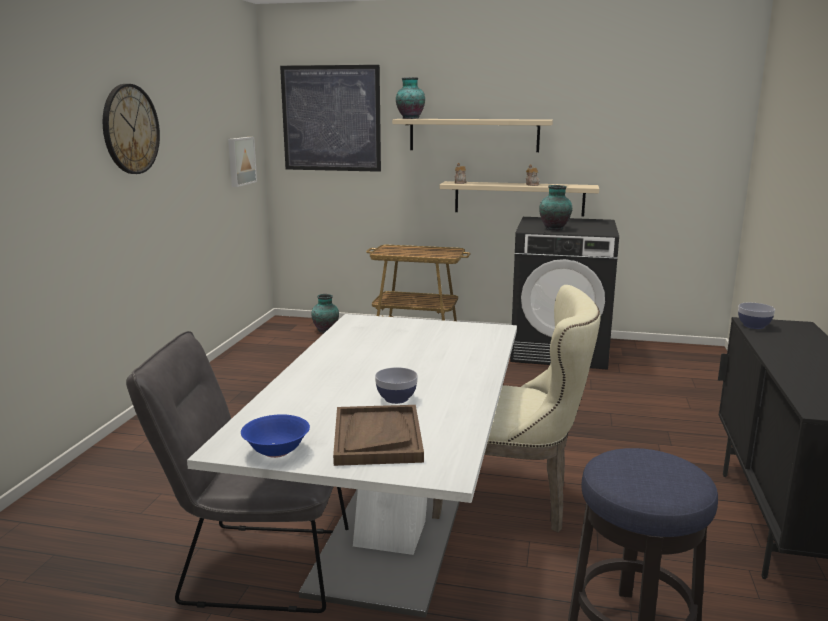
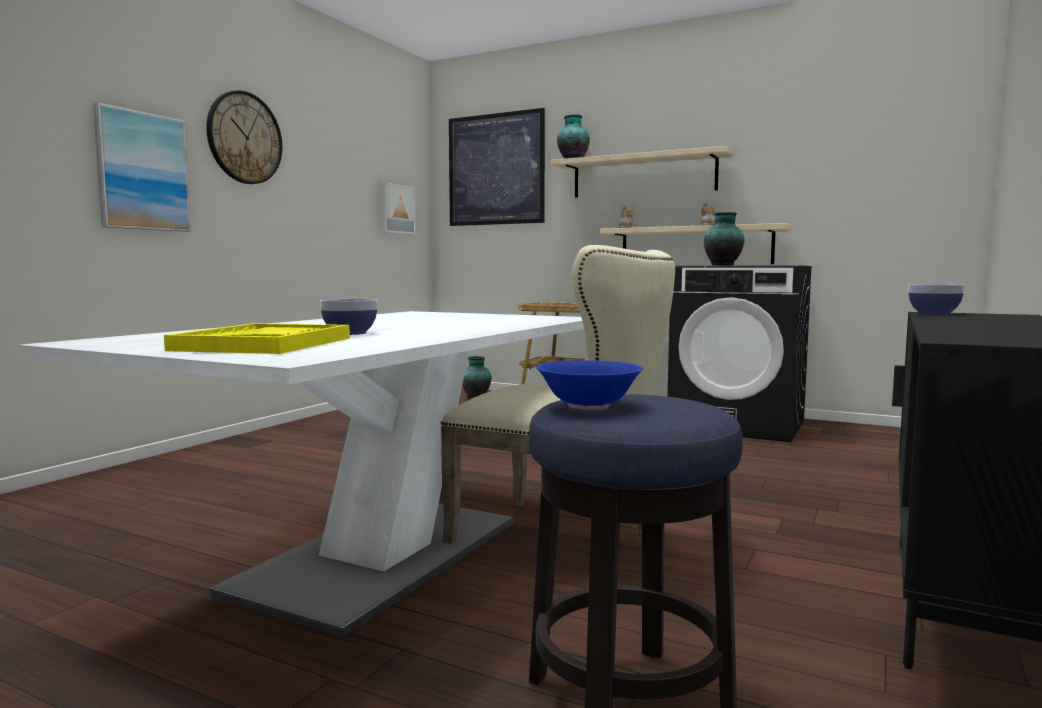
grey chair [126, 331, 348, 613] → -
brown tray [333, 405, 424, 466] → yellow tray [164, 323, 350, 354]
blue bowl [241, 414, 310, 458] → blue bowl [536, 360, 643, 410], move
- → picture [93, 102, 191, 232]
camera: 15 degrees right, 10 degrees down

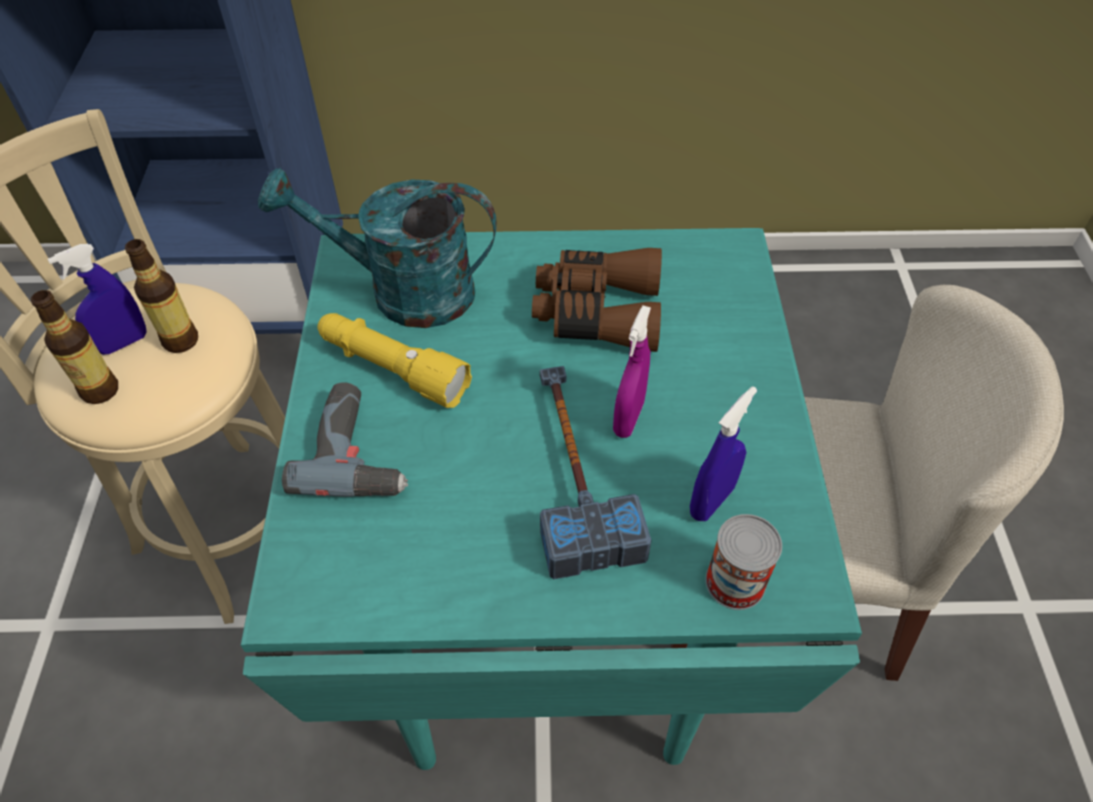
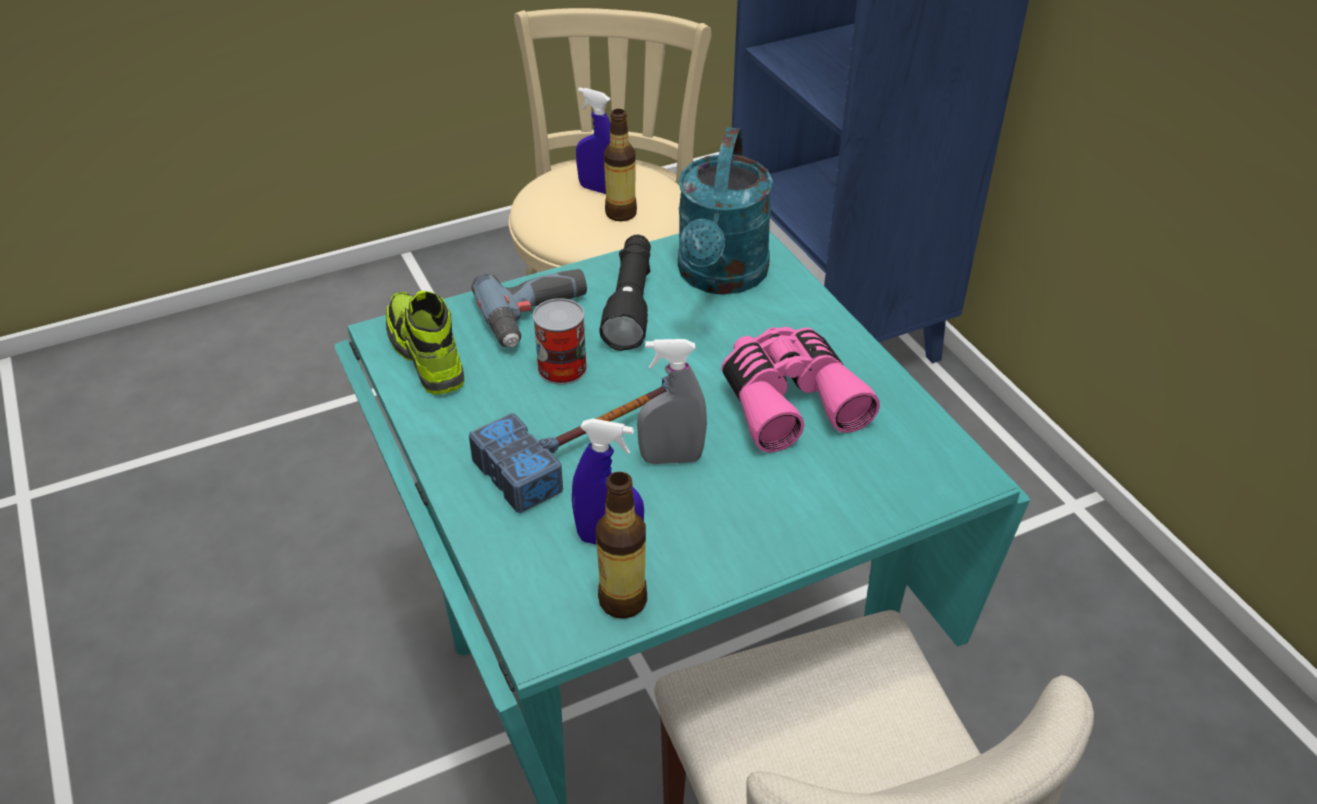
turquoise watering can [258, 168, 497, 328] → turquoise watering can [678, 127, 773, 295], 150 degrees counterclockwise
brown binoculars [532, 248, 662, 352] → pink binoculars [721, 327, 880, 453]
bottle [30, 290, 118, 404] → bottle [595, 472, 647, 619], move
purple spray bottle [613, 305, 651, 438] → grey spray bottle [637, 339, 707, 464]
yellow flashlight [317, 313, 472, 408] → black flashlight [599, 235, 651, 351]
can [705, 514, 782, 610] → can [533, 298, 587, 385], move
- → shoe [386, 291, 465, 395]
camera: 65 degrees right, 10 degrees down

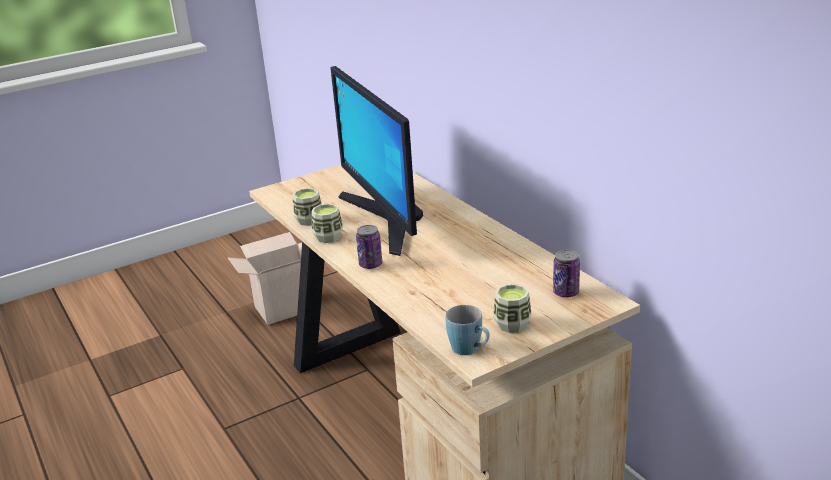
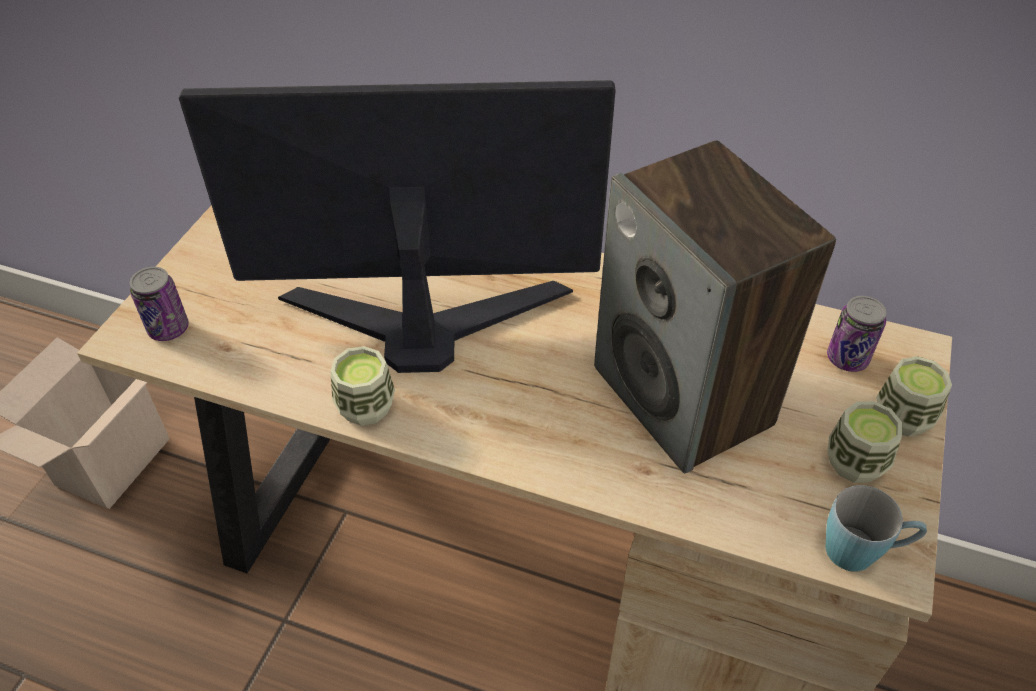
monitor [331, 66, 423, 256] → monitor [179, 80, 616, 373], 150 degrees clockwise
cup [293, 188, 322, 226] → cup [876, 356, 952, 437], move
can [356, 225, 382, 269] → can [130, 267, 189, 341], move
- → speaker [594, 140, 836, 474]
camera: 40 degrees left, 20 degrees up

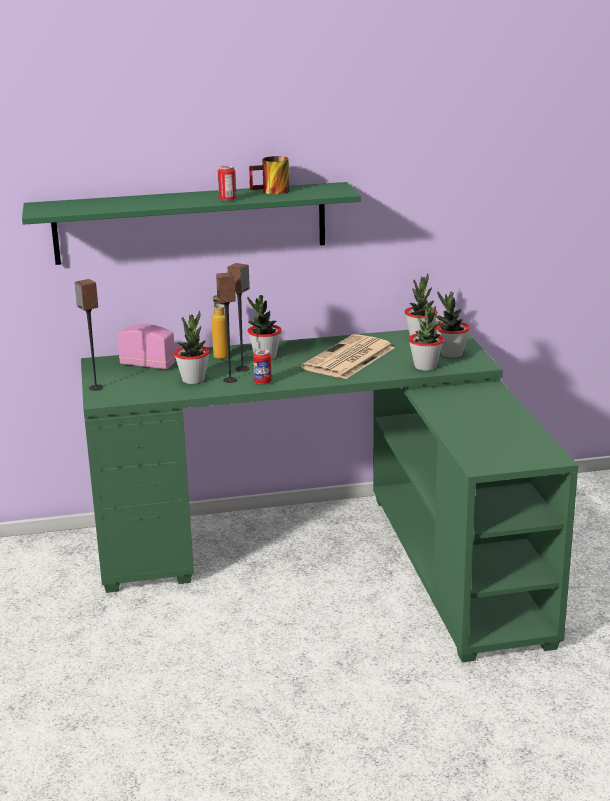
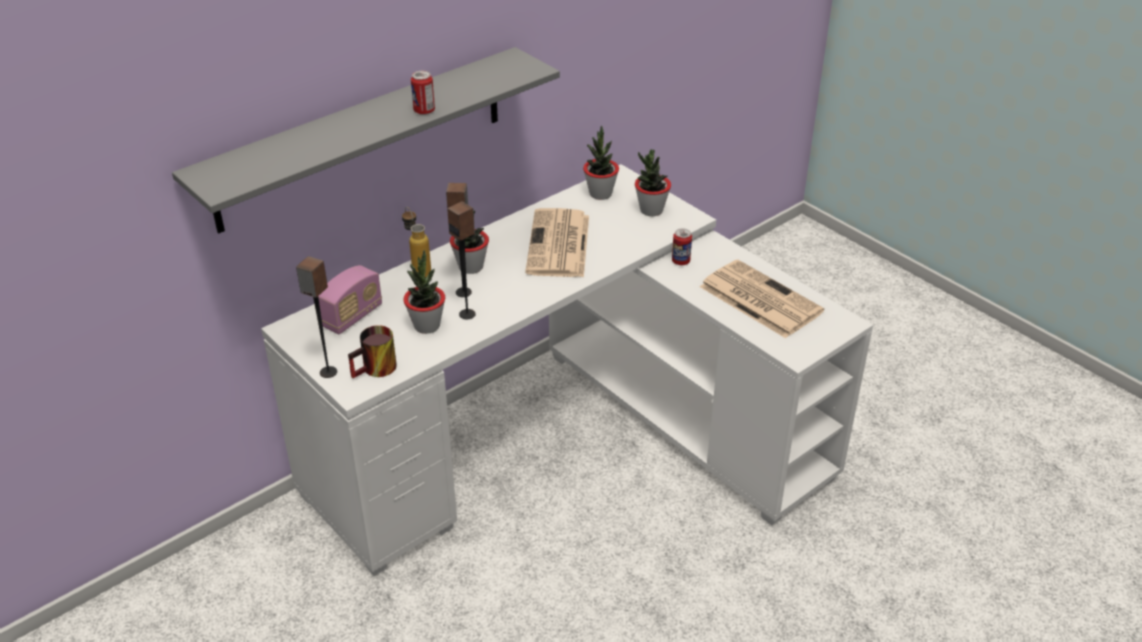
mug [249, 156, 289, 194] → mug [348, 325, 397, 378], move
green shelf [22, 182, 361, 265] → grey shelf [172, 47, 560, 233]
potted plant [409, 303, 444, 371] → -
radio [117, 324, 175, 369] → radio [318, 265, 382, 334], 135 degrees clockwise
green desk [81, 328, 578, 663] → white desk [261, 164, 873, 576]
can [253, 349, 272, 385] → can [672, 228, 692, 265], move
- → newspaper [700, 260, 824, 338]
camera: 30 degrees left, 15 degrees up

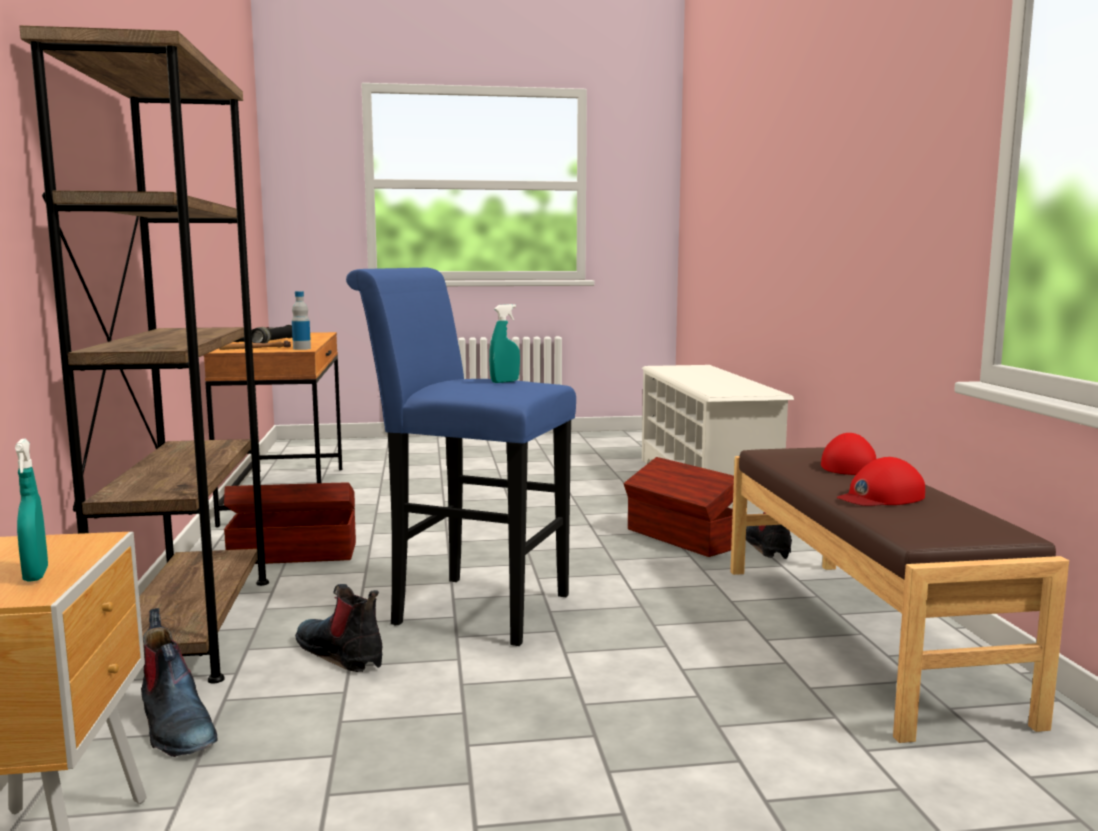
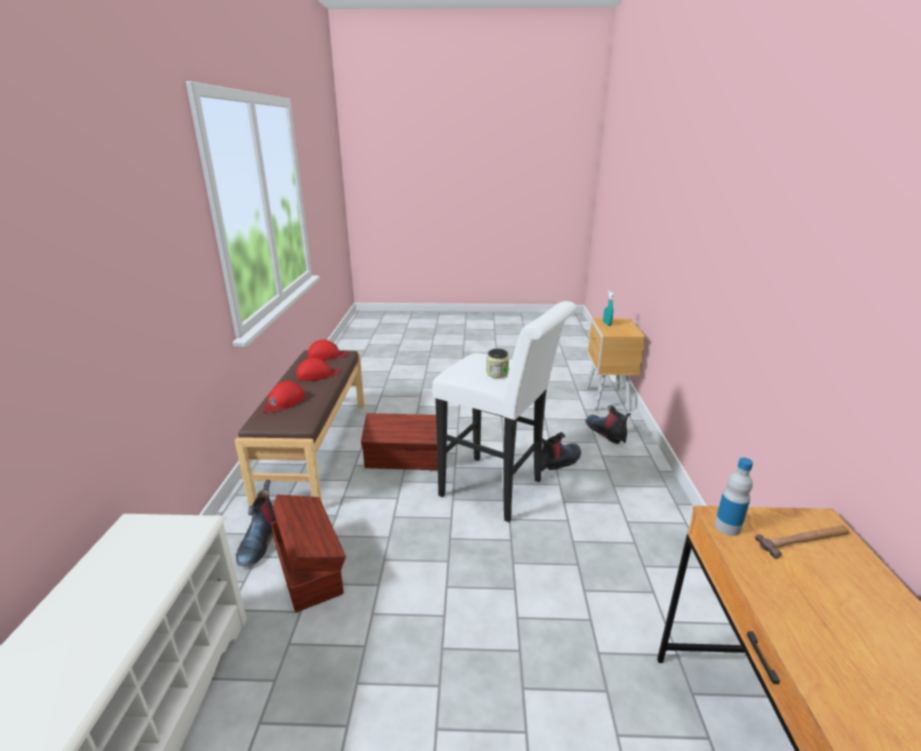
brown bookcase [19, 25, 269, 683] → -
blue stool [346, 268, 576, 646] → white stool [432, 301, 577, 522]
turquoise spray bottle [489, 304, 520, 383] → -
black flashlight [252, 325, 292, 343] → -
brown storage box [224, 483, 356, 564] → brown storage box [361, 413, 438, 470], move
boot [295, 584, 382, 672] → boot [541, 432, 581, 471], 90 degrees counterclockwise
- → red cap [308, 340, 349, 360]
- → jar [486, 349, 509, 378]
camera: 170 degrees left, 15 degrees up

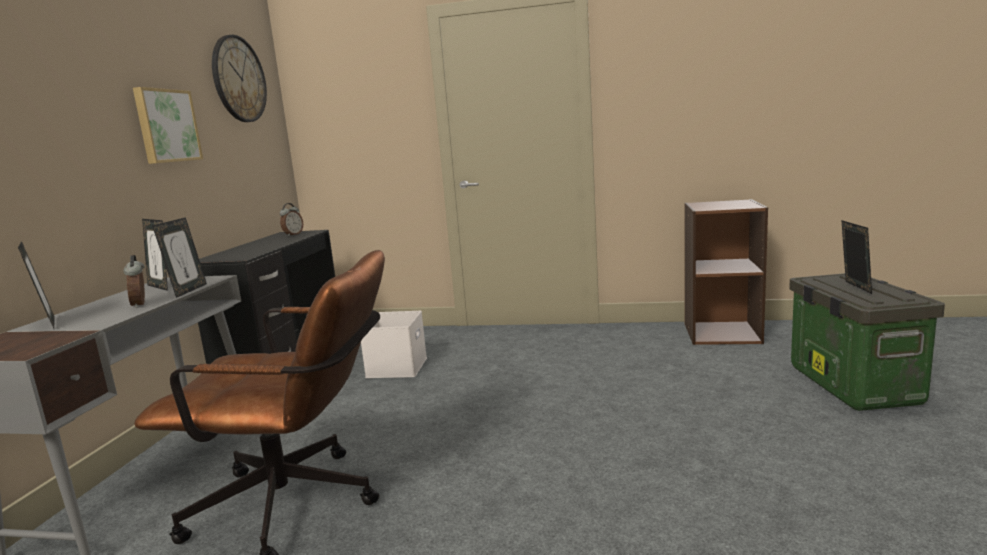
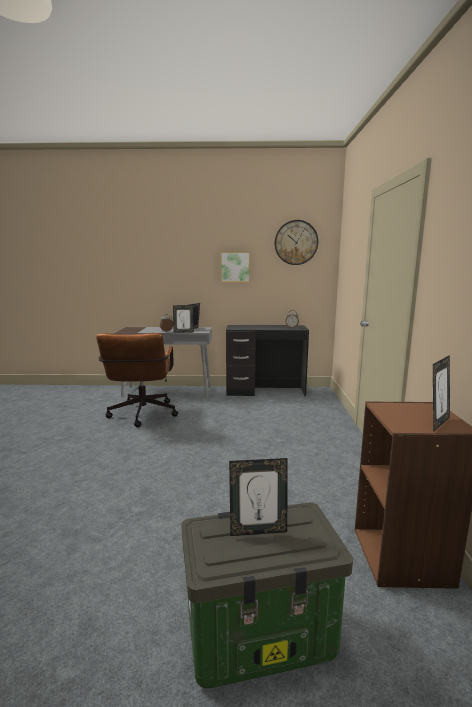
picture frame [18, 241, 55, 329] → picture frame [433, 355, 450, 432], move
white storage box [361, 311, 427, 378] → -
camera: 80 degrees right, 0 degrees up

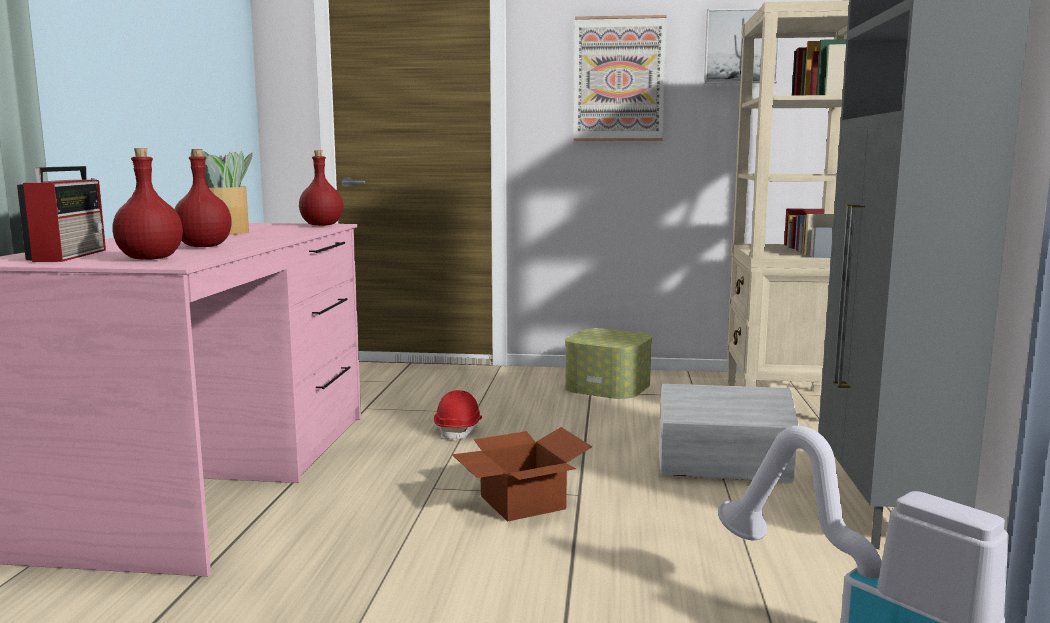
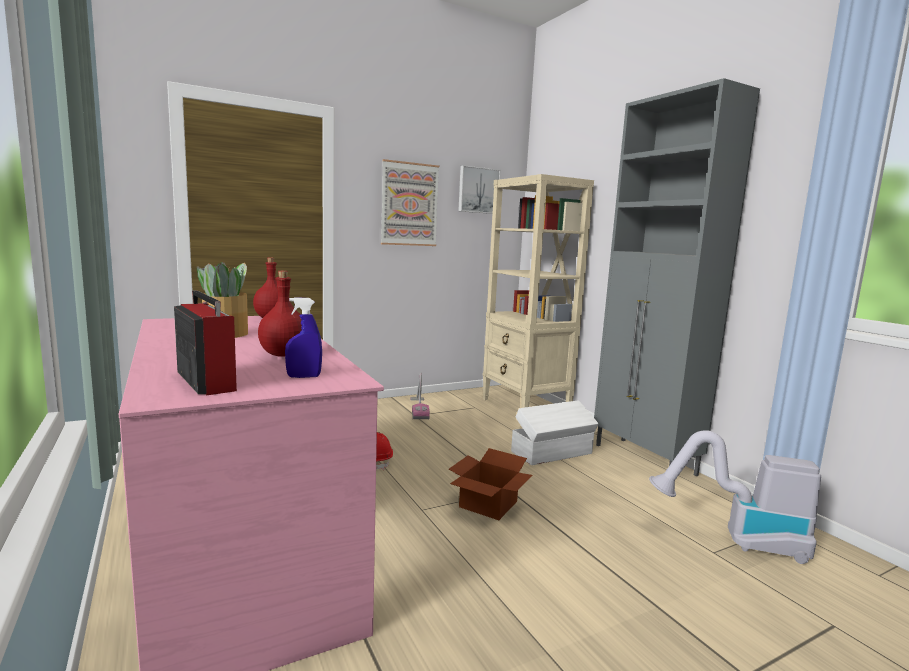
red bottle [112, 148, 183, 260] → blue spray bottle [285, 297, 322, 378]
storage box [565, 328, 653, 399] → vacuum cleaner [410, 372, 430, 419]
camera: 35 degrees left, 0 degrees up

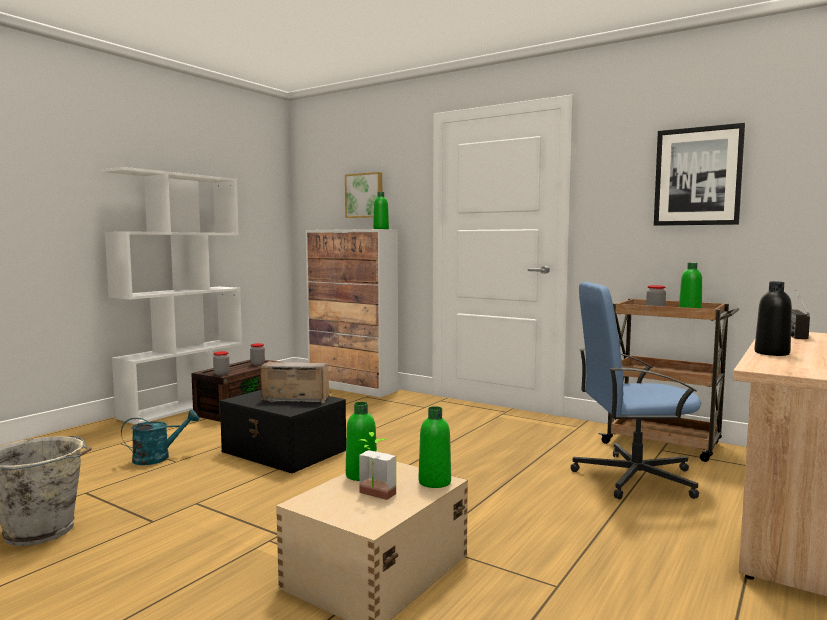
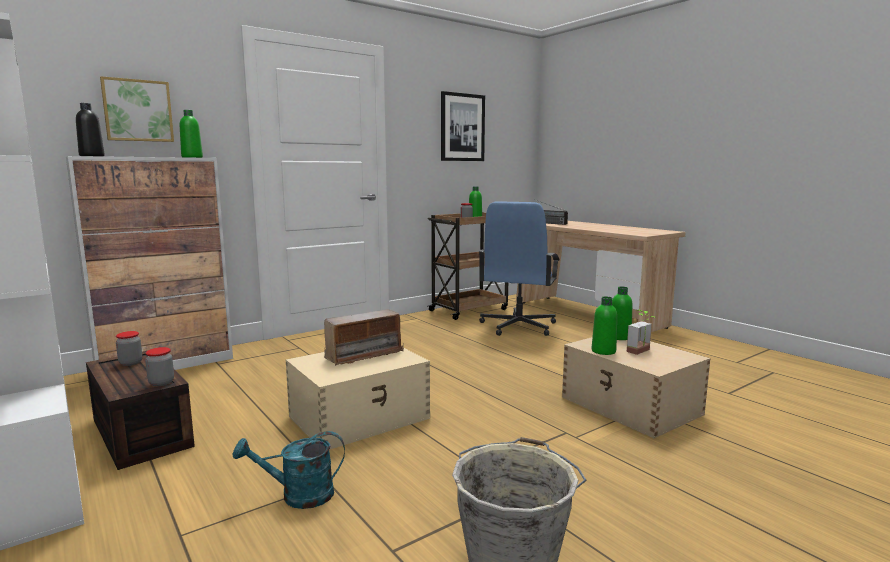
black bottle [754, 281, 792, 356] → black bottle [76, 103, 105, 156], move
radio [258, 361, 332, 404] → radio [324, 309, 404, 366], 150 degrees counterclockwise
black storage box [220, 390, 346, 473] → beige storage box [286, 348, 430, 450]
turquoise watering can [121, 409, 199, 465] → turquoise watering can [233, 431, 345, 509], 90 degrees counterclockwise
camera: 70 degrees left, 5 degrees up

